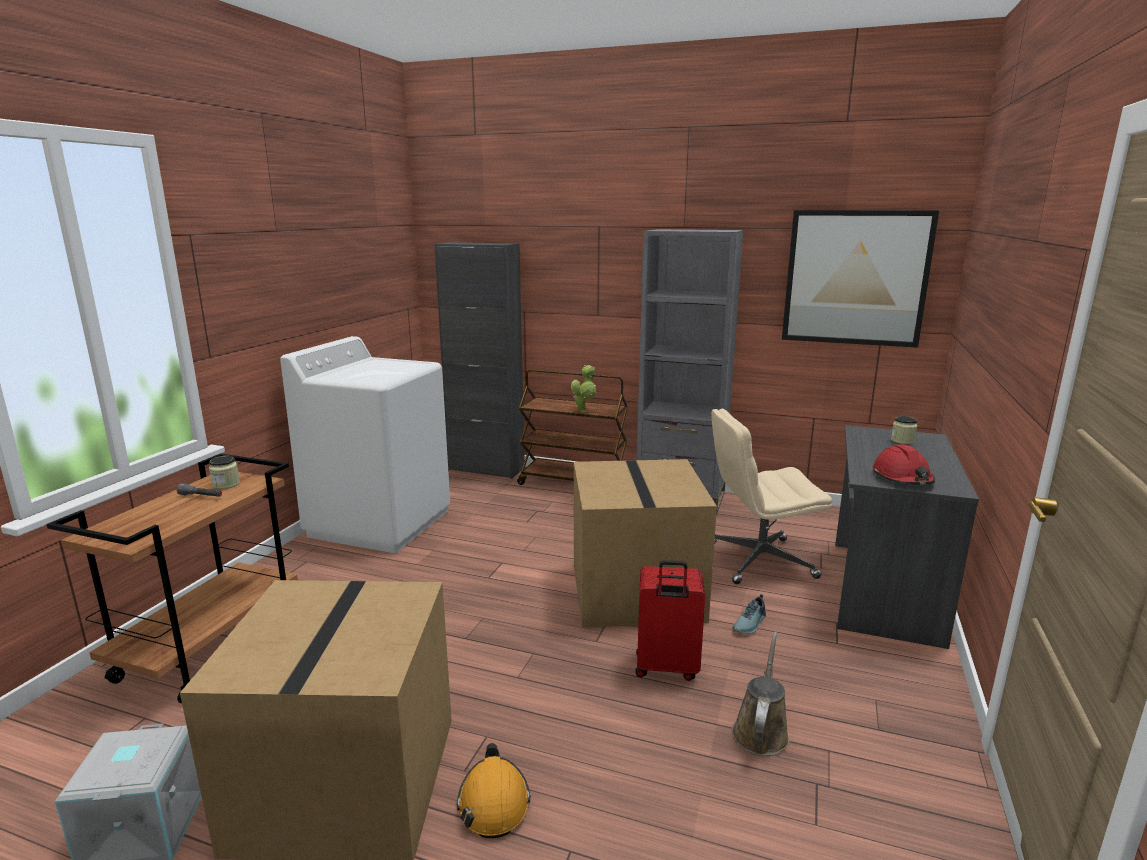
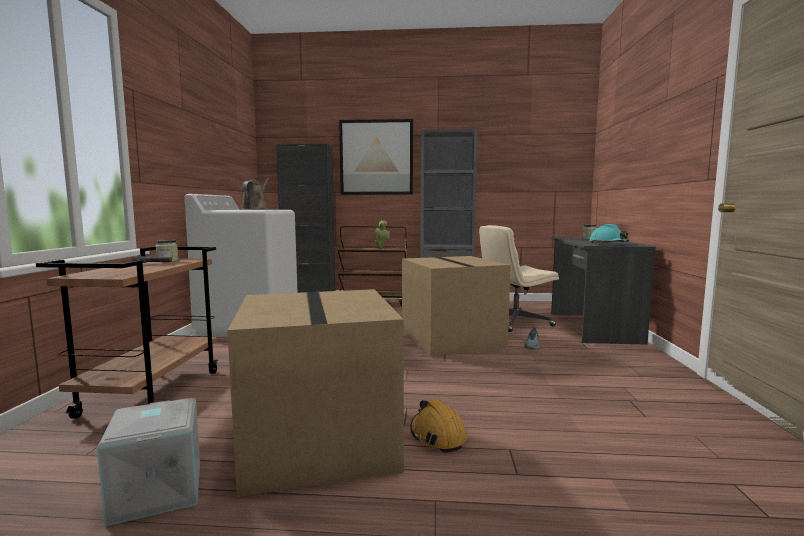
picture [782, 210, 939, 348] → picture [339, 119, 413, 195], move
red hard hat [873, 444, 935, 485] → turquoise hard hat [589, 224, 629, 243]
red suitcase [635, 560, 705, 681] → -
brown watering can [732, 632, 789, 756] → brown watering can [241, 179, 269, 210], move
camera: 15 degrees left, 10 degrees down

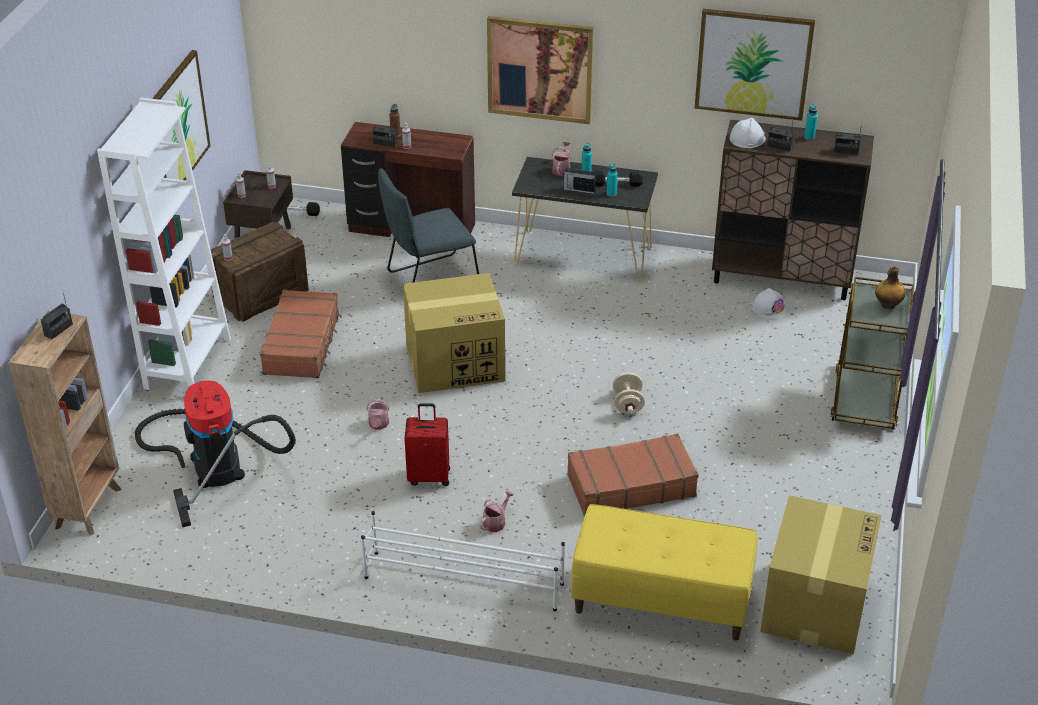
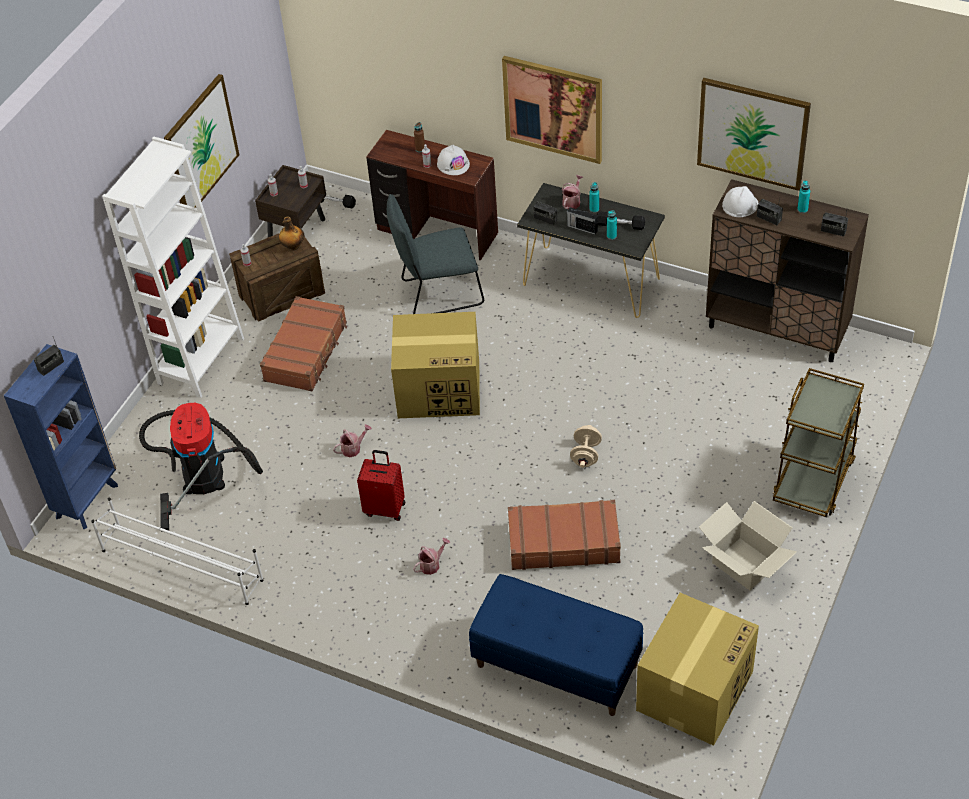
radio [372, 117, 397, 148] → radio [534, 201, 557, 225], move
bottle [875, 266, 905, 309] → bottle [279, 217, 304, 251], move
white hard hat [752, 288, 788, 320] → white hard hat [437, 145, 470, 175], move
brown bookcase [9, 311, 121, 536] → blue bookcase [4, 344, 118, 529]
watering can [366, 397, 389, 429] → watering can [333, 424, 372, 457], 135 degrees counterclockwise
yellow bench [571, 504, 758, 641] → blue bench [469, 574, 643, 716]
white shoe rack [361, 511, 565, 611] → white shoe rack [91, 497, 264, 605], move
- → cardboard box [699, 501, 797, 590]
camera: 15 degrees right, 10 degrees up

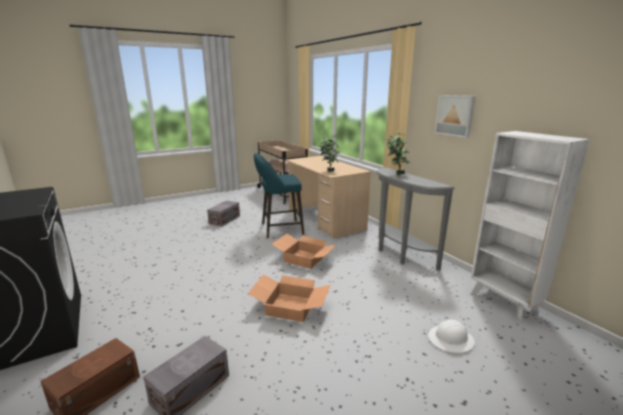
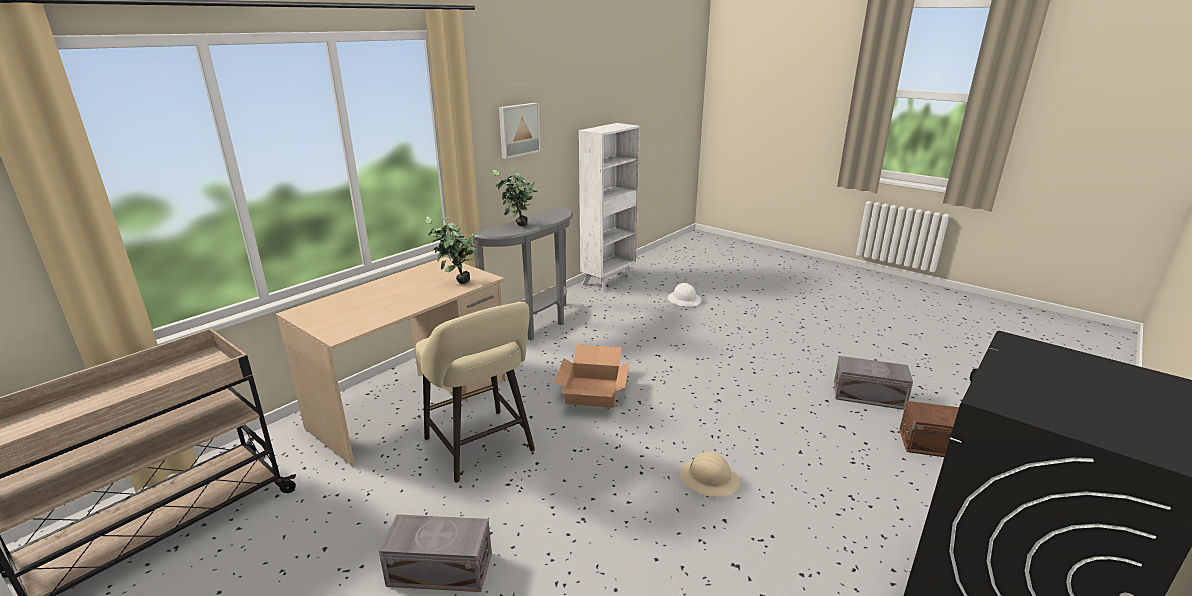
turquoise stool [254, 153, 304, 238] → beige stool [415, 302, 535, 483]
cardboard box [248, 274, 331, 322] → -
- → beige hard hat [680, 452, 740, 497]
camera: 110 degrees left, 5 degrees up

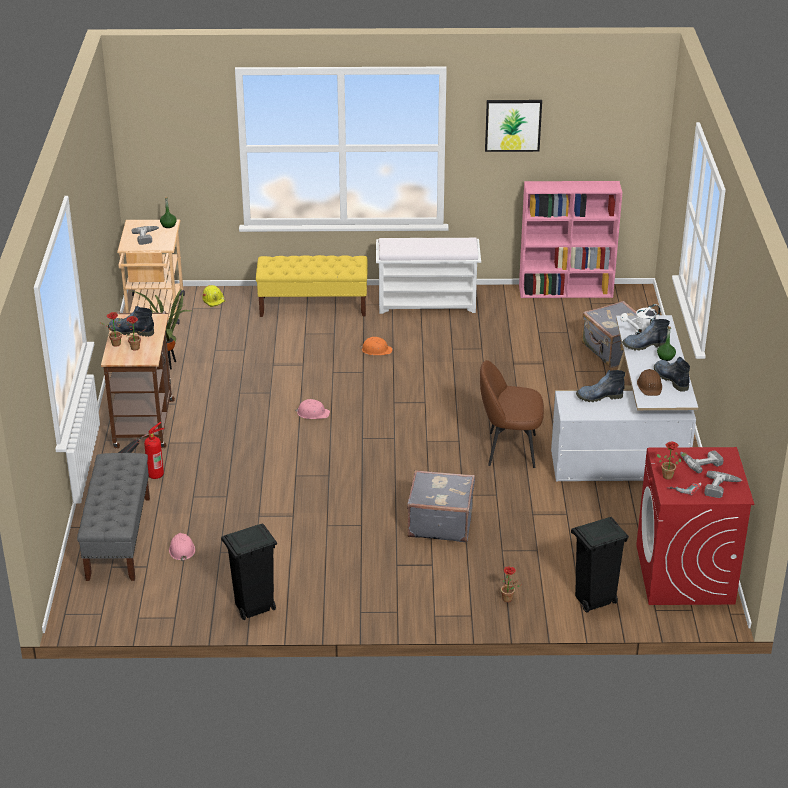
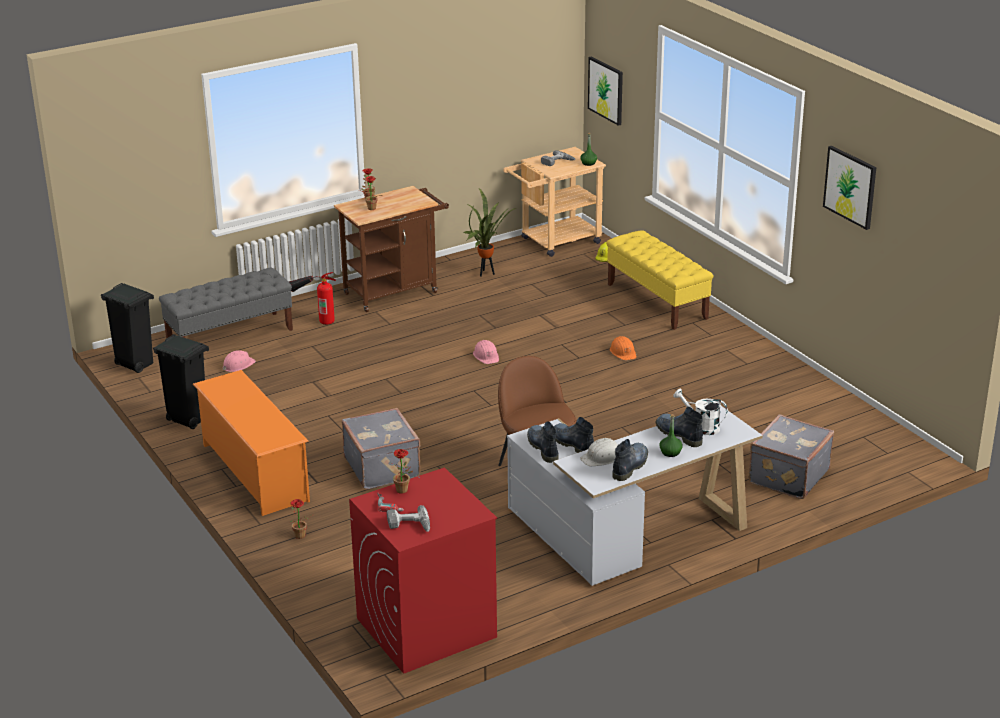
pink bookcase [519, 181, 622, 298] → -
white bench [376, 237, 481, 314] → -
boot [108, 306, 154, 337] → boot [527, 421, 559, 463], move
brown hard hat [637, 369, 662, 396] → white hard hat [580, 438, 618, 466]
power drill [680, 450, 723, 473] → -
black trash can [571, 517, 629, 613] → black trash can [101, 283, 154, 373], move
- → picture [588, 56, 623, 126]
- → orange shoe rack [193, 370, 310, 516]
camera: 60 degrees right, 5 degrees down

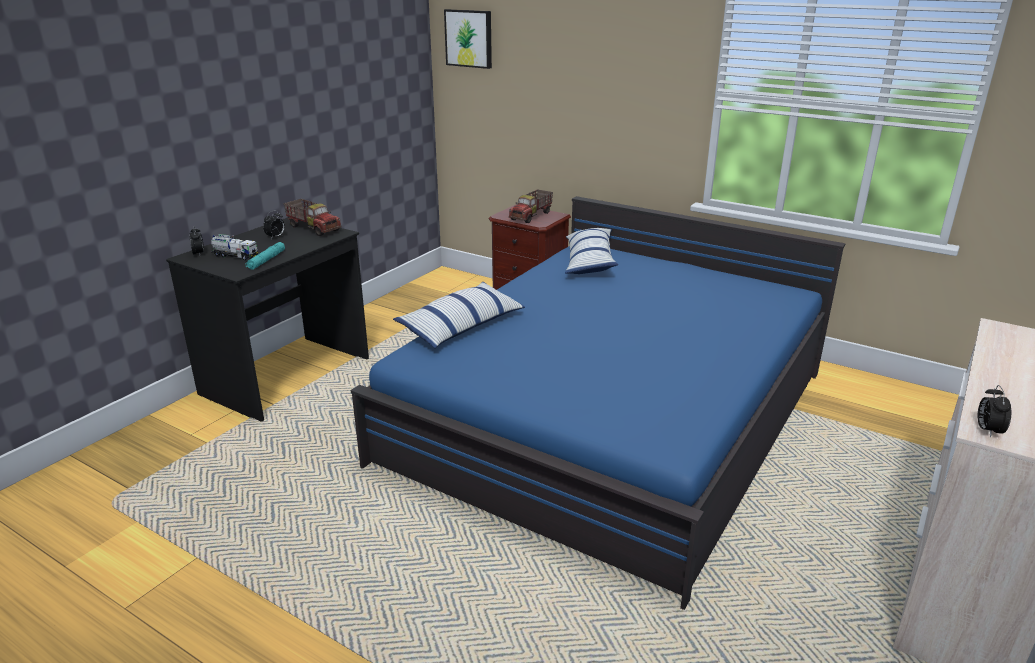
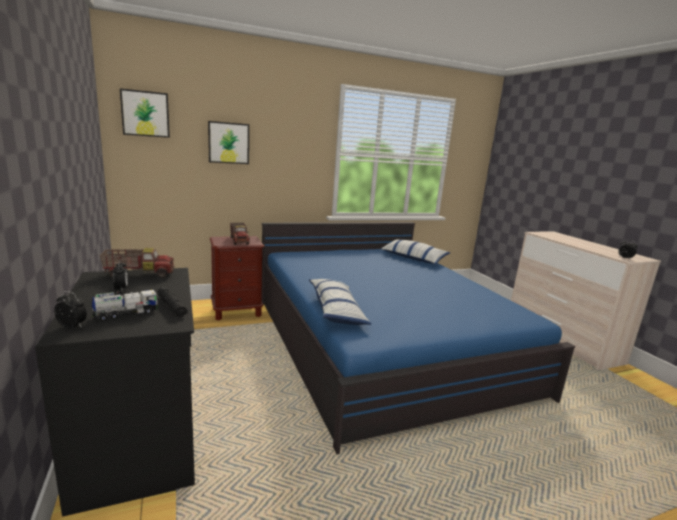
pillow [565, 228, 618, 274] → pillow [381, 239, 450, 264], move
turquoise flashlight [245, 242, 285, 270] → black flashlight [158, 287, 188, 317]
- → picture [208, 121, 249, 164]
camera: 55 degrees left, 10 degrees down

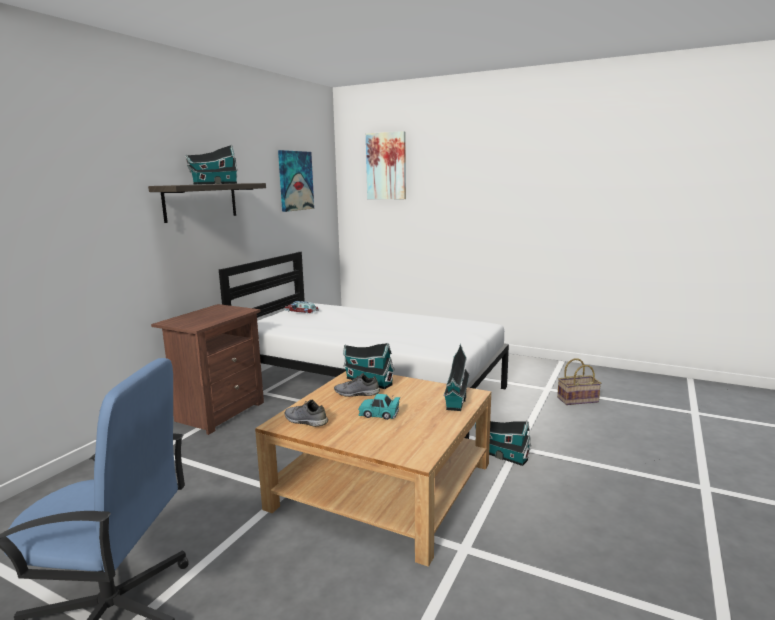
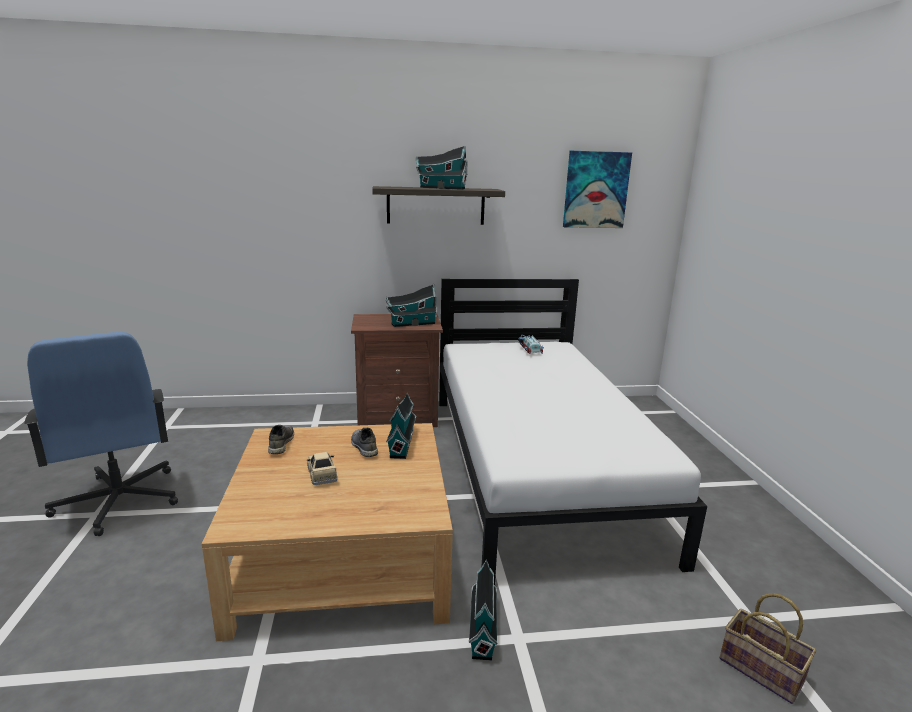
picture [366, 131, 406, 199] → -
toy house [443, 344, 470, 411] → toy house [386, 284, 438, 327], move
turquoise toy car [358, 394, 400, 420] → beige toy car [307, 452, 337, 485]
camera: 55 degrees right, 5 degrees up

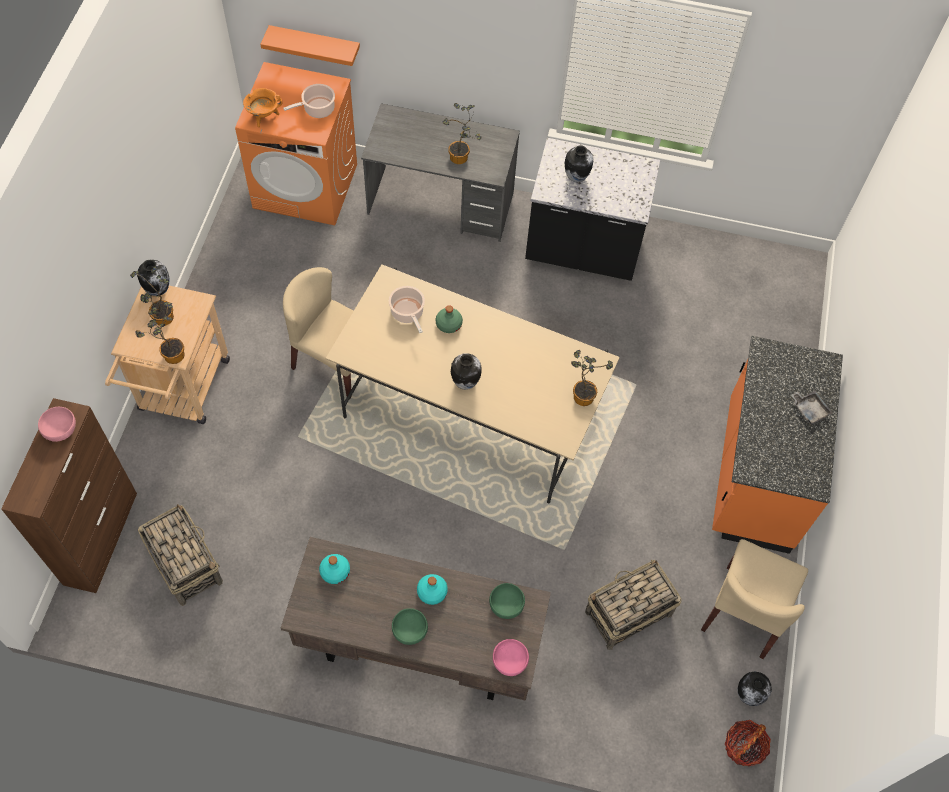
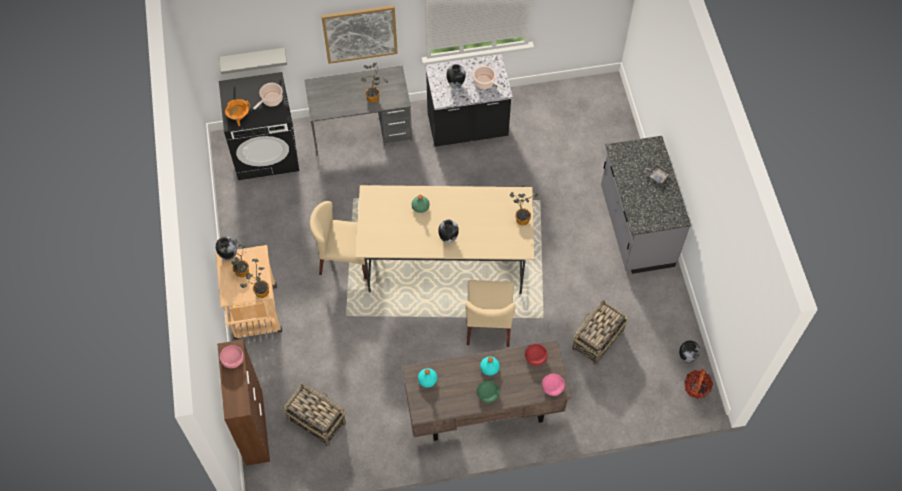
orange shelf [260, 25, 360, 66] → grey shelf [219, 48, 287, 74]
orange washing machine [235, 62, 357, 225] → black washing machine [219, 72, 299, 180]
cooking pot [389, 286, 425, 333] → cooking pot [473, 66, 504, 90], move
orange counter [712, 336, 843, 554] → grey counter [601, 136, 691, 274]
beige chair [701, 539, 808, 659] → beige chair [465, 280, 515, 347], move
green bowl [489, 583, 525, 619] → red bowl [525, 344, 547, 366]
- → picture [321, 5, 398, 64]
camera: 20 degrees left, 0 degrees up

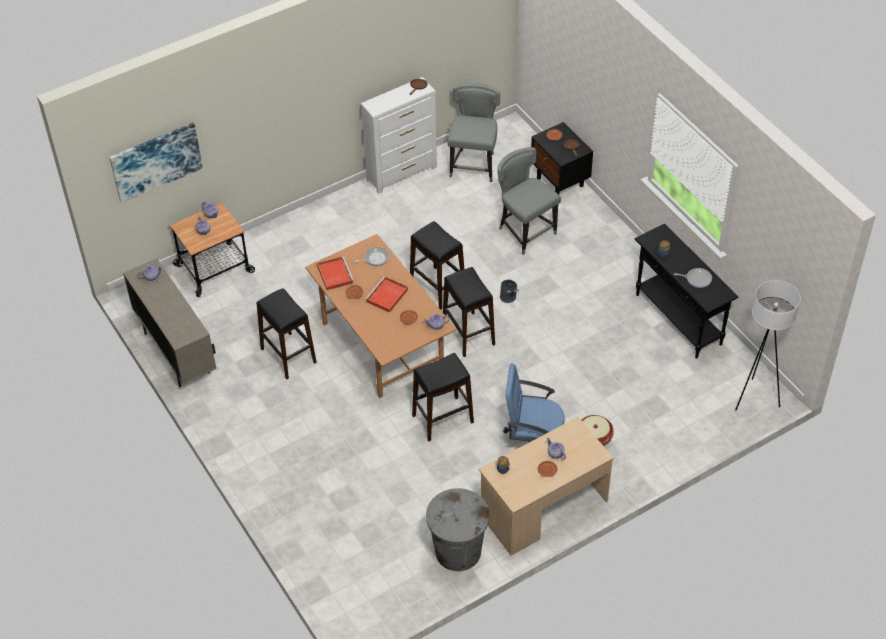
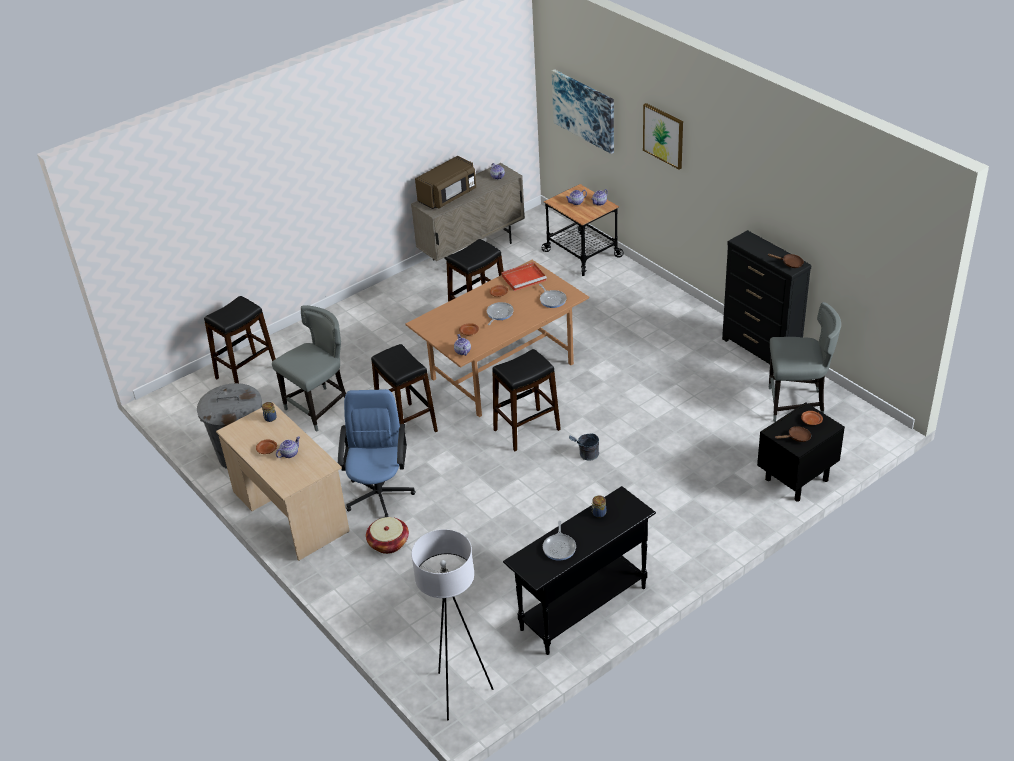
white dresser [361, 77, 437, 194] → black dresser [722, 230, 811, 364]
grey chair [497, 147, 561, 255] → grey chair [272, 305, 346, 432], move
black stool [410, 221, 464, 310] → black stool [204, 296, 276, 383], move
red tray [365, 277, 408, 313] → frying pan [487, 302, 514, 325]
- → picture [643, 103, 683, 170]
- → brown microwave [415, 156, 476, 209]
camera: 85 degrees right, 10 degrees down

